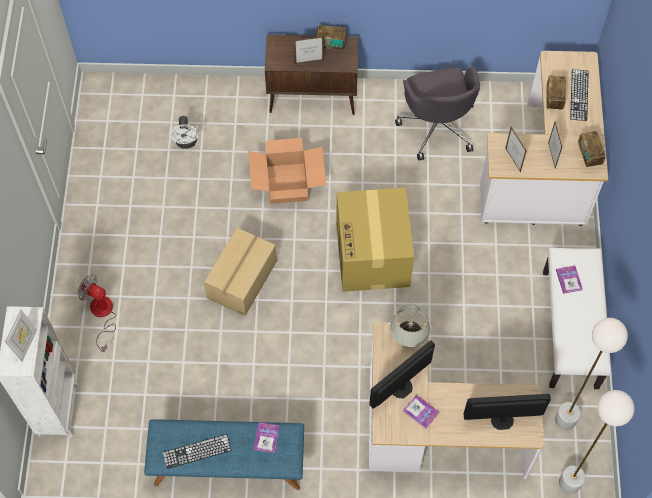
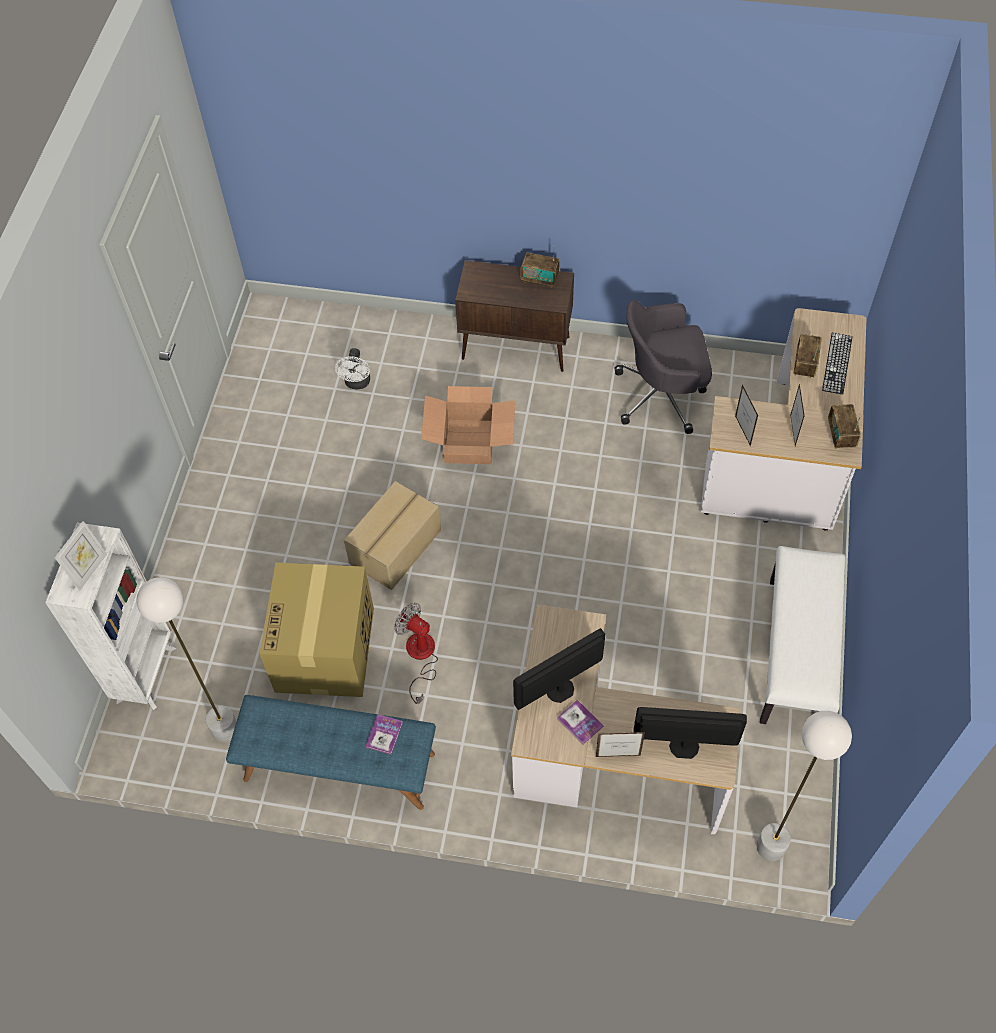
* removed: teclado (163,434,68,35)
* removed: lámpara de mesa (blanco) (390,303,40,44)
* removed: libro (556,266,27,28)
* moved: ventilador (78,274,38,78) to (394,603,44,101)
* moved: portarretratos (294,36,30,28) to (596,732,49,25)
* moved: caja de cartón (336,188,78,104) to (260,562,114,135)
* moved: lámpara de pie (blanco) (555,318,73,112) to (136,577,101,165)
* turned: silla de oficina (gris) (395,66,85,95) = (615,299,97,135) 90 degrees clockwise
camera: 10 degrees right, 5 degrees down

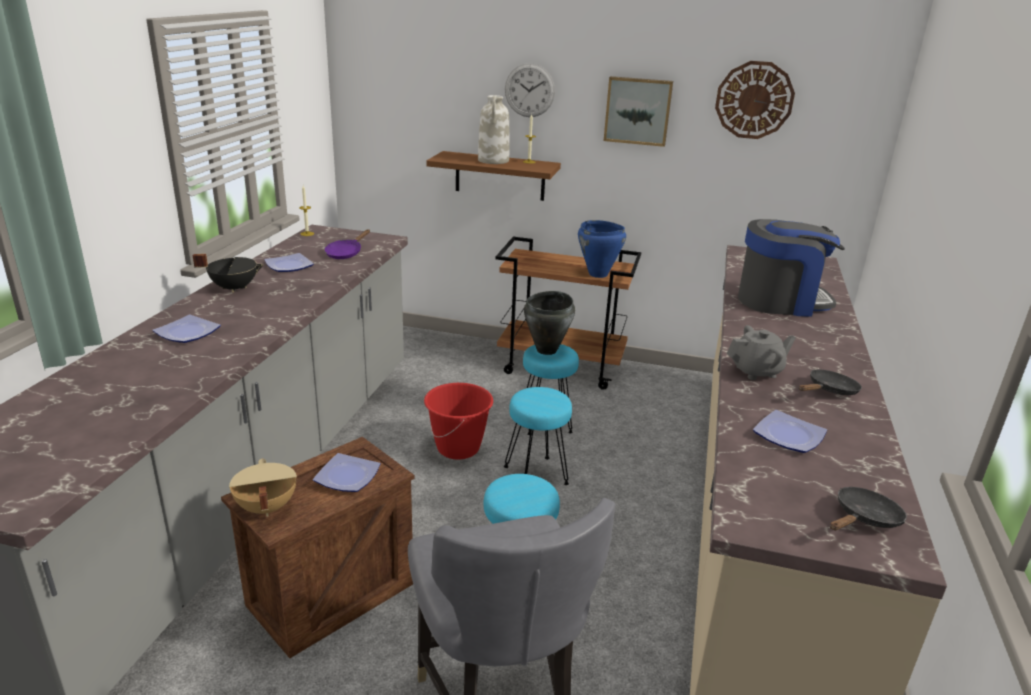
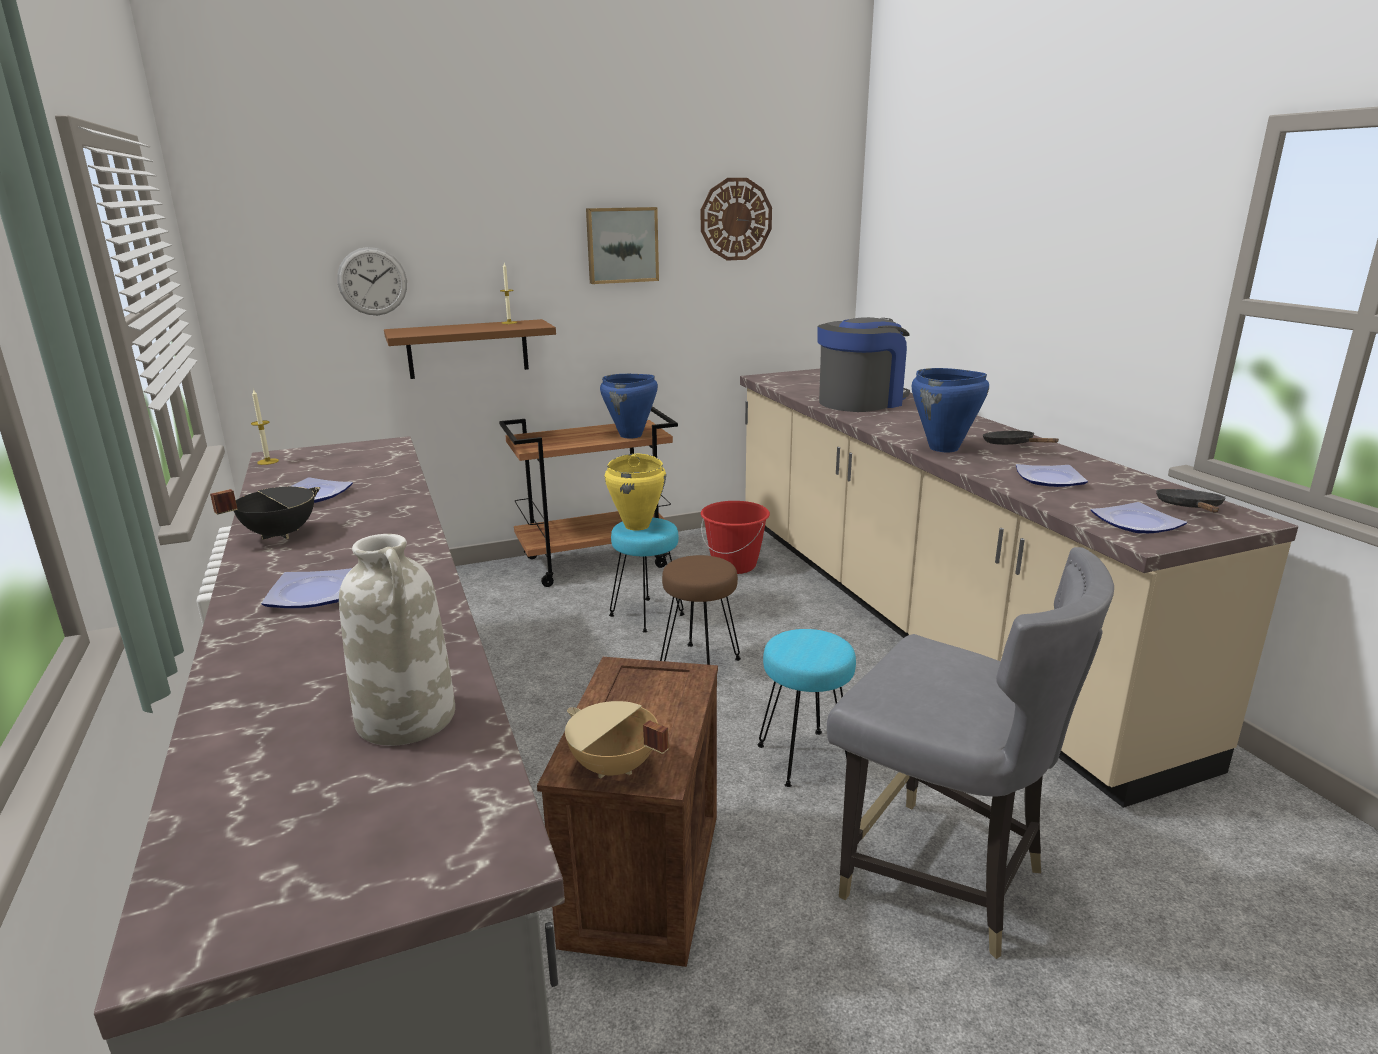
* removed: sartén (morado) (325,229,45,30)
* moved: plato (313,453,68,39) to (1091,502,96,31)
* moved: cubo (rojo) (424,383,69,76) to (701,501,69,73)
* moved: florero (blanco) (478,95,32,69) to (339,534,116,212)
* moved: reloj de pared (505,63,50,54) to (337,247,70,68)
* replaced: tetera (gris) (727,325,69,55) to olla (azul) (912,368,77,84)
* recoloured: taburete (turquesa) (504,387,68,98) to taburete (marrón) (660,555,81,110)
* recoloured: olla (negro) (524,291,51,64) to olla (amarillo) (605,454,61,77)
* turned: sartén (negro) (799,369,63,26) = (983,431,76,14) 45 degrees counterclockwise
camera: 35 degrees left, 5 degrees down

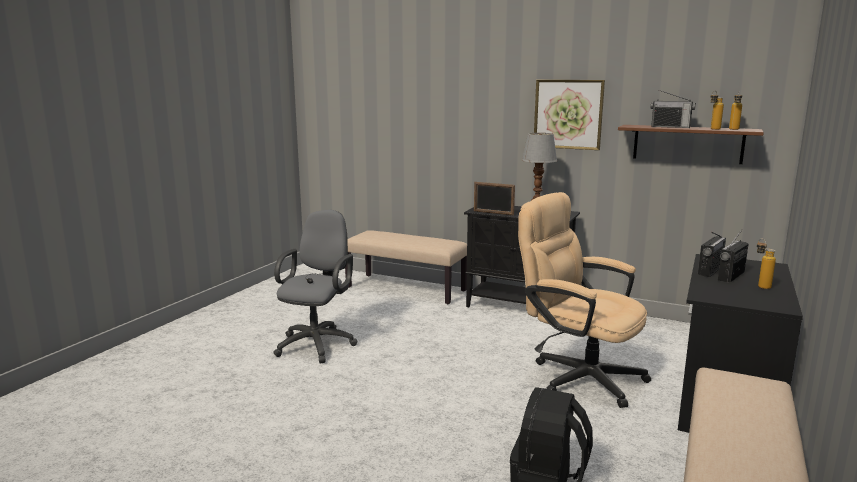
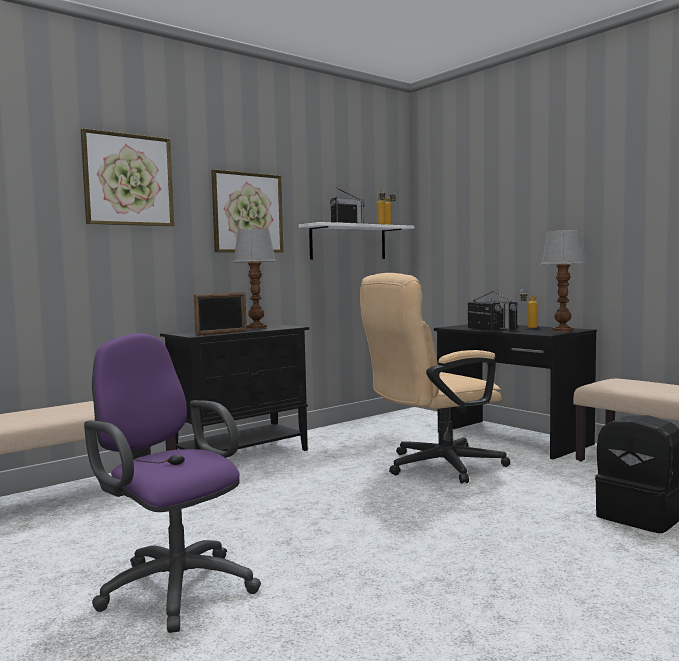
* added: cuadro (81,128,93,99)
* added: lámpara de mesa (541,230,45,102)
* recoloured: silla de oficina (gris) (273,210,84,153) to silla de oficina (morado) (84,333,177,300)
* recoloured: estante (marrón) (618,125,146,39) to estante (blanco) (299,222,115,37)
camera: 65 degrees left, 10 degrees down

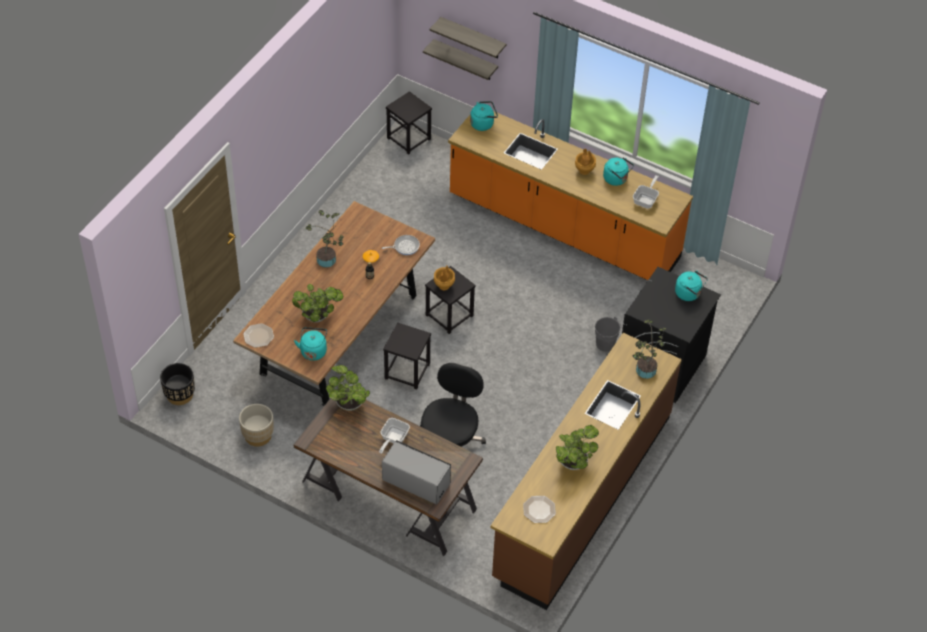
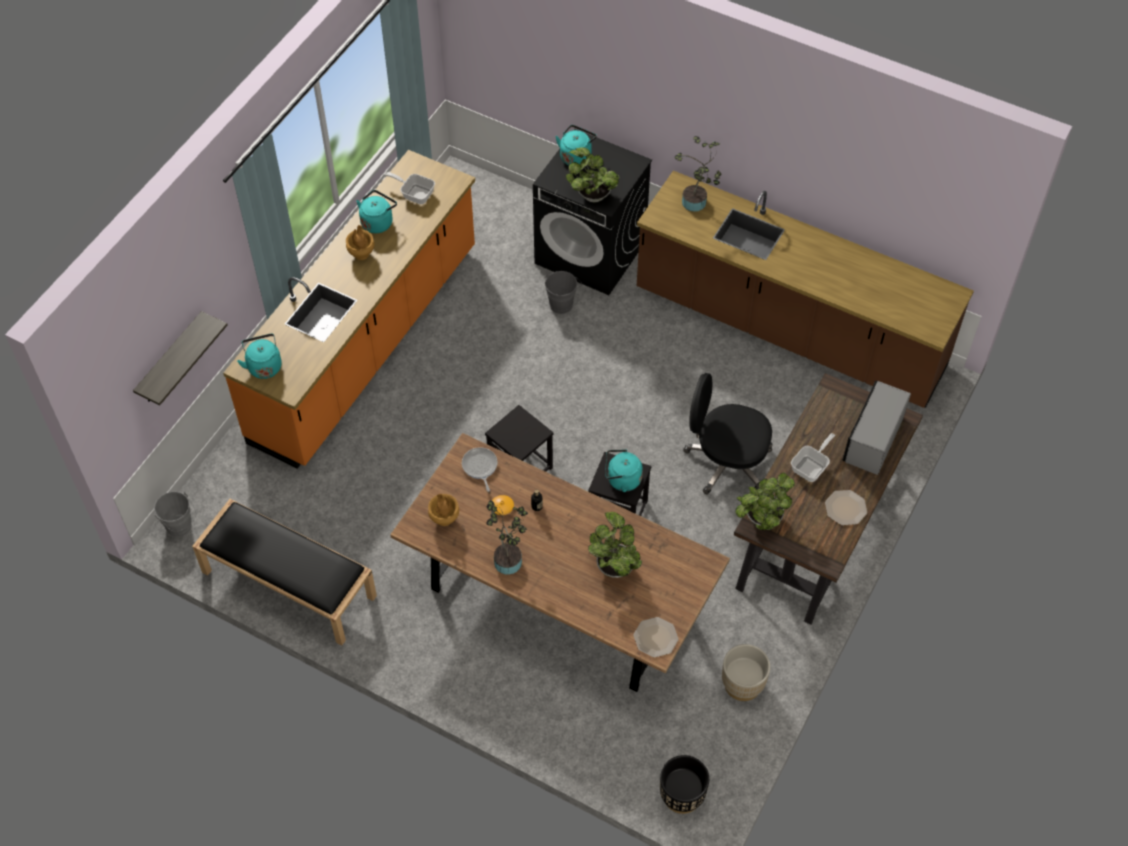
* removed: estante (430,17,77,42)
* added: banco (negro) (192,499,185,146)
* moved: hervidor (turquesa) (294,327,33,34) to (605,449,38,43)
* moved: florero (marrón) (434,265,21,25) to (428,494,31,32)
* moved: plato (523,496,33,27) to (825,490,42,35)
* moved: planta en maceta (556,425,43,45) to (566,147,53,55)
* replaced: taburete (negro) (386,91,46,64) to cubo (gris) (154,492,42,45)
* turned: sartén (379,418,31,36) = (791,433,44,49) 75 degrees counterclockwise
camera: 90 degrees left, 5 degrees up

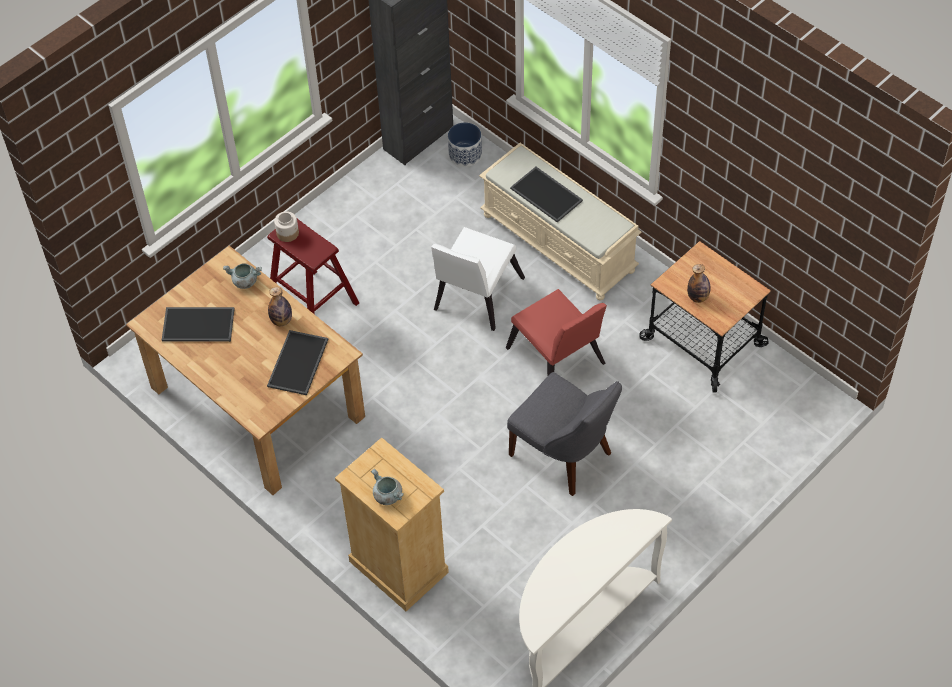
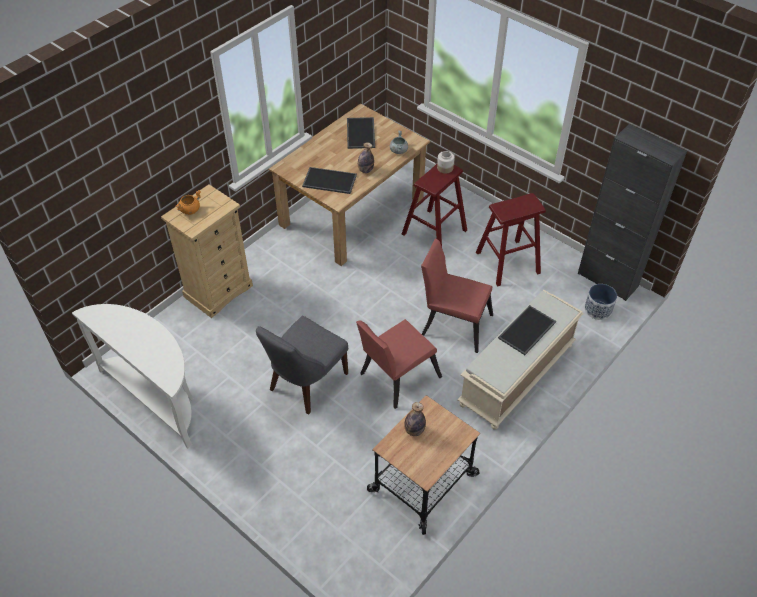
* added: taburete (rojo) (476,193,70,94)
* recoloured: olla (gris) (371,469,33,36) to olla (naranja) (176,190,25,25)
* recoloured: silla (blanco) (431,227,94,104) to silla (rojo) (421,239,72,114)
camera: 85 degrees right, 5 degrees down

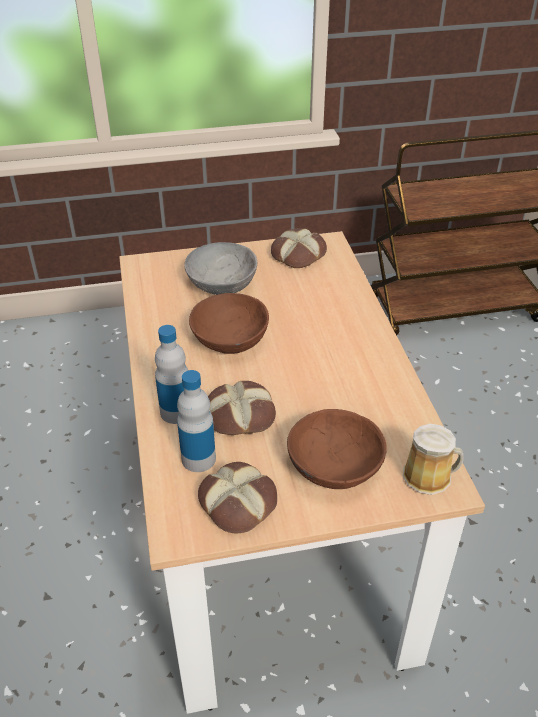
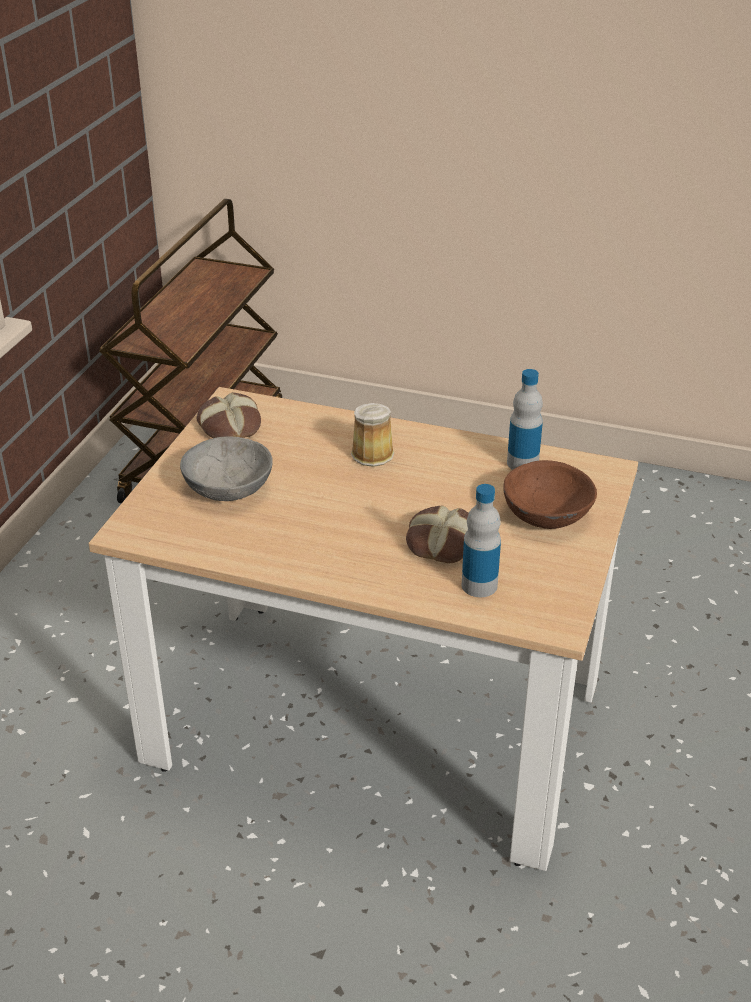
* removed: cuenco (marrón) (189,293,80,61)
* removed: pan (198,462,79,71)
* moved: botella (155,325,33,99) to (507,369,36,101)
* moved: taza grande (403,424,61,71) to (351,403,44,64)
camera: 60 degrees left, 5 degrees down

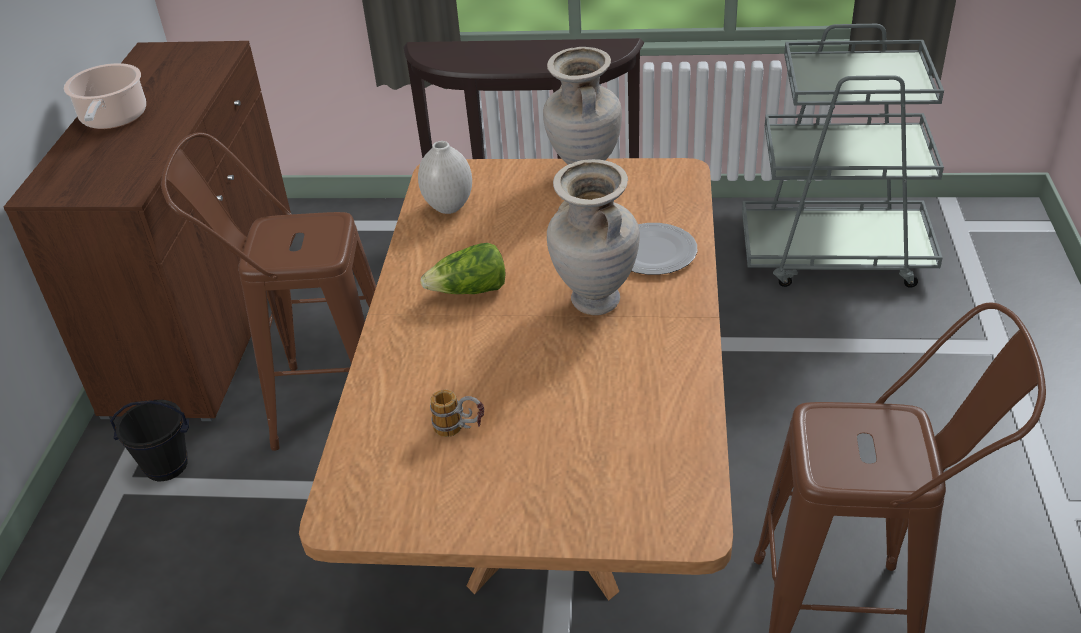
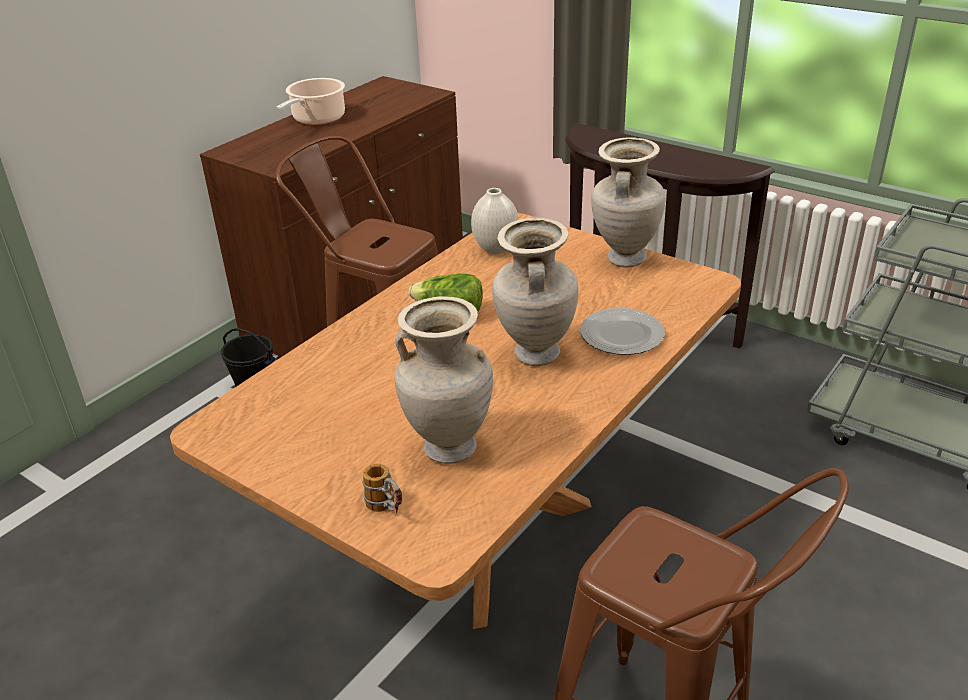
* added: florero (beis) (395,296,98,168)
* moved: taza grande (430,390,54,47) to (362,463,40,50)
camera: 30 degrees right, 5 degrees down

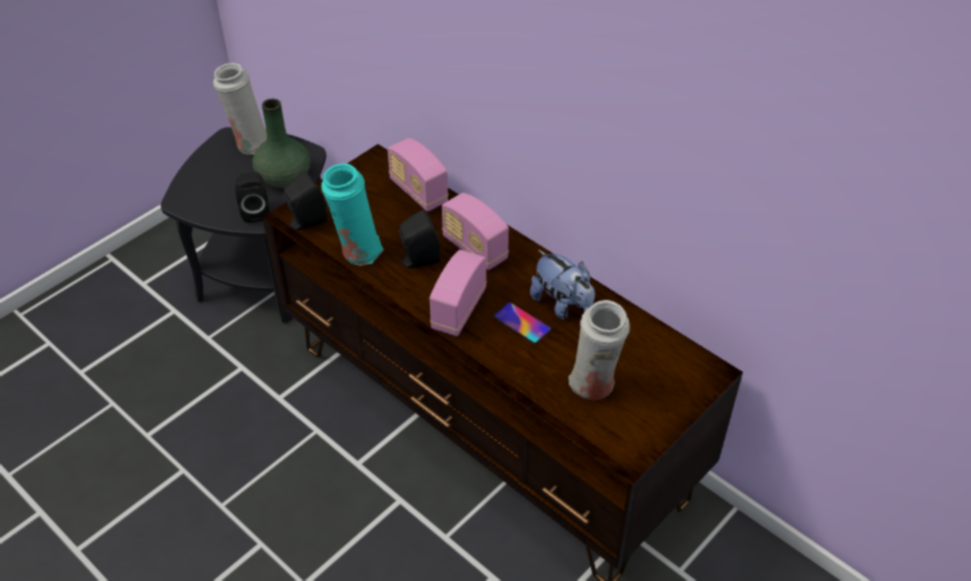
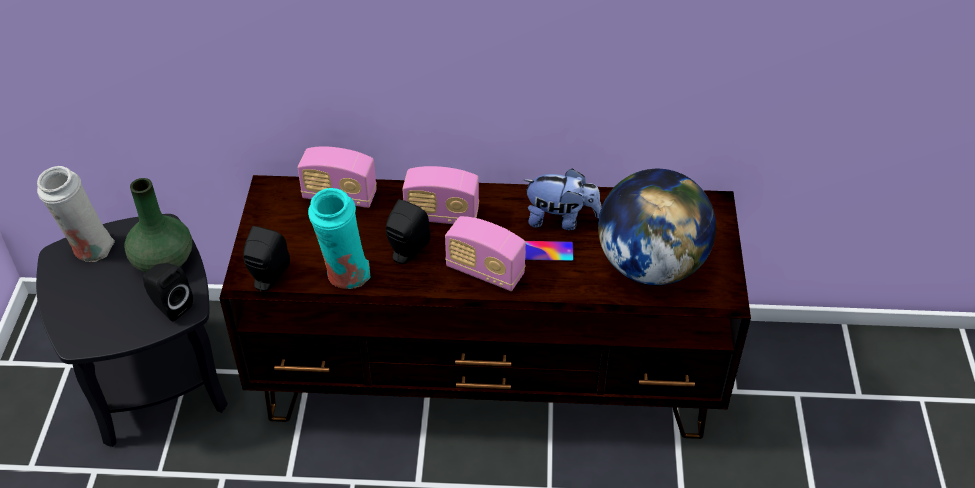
* replaced: florero (blanco) (568,300,62,100) to globo terráqueo (598,169,118,117)
* turned: radio (430,250,57,86) = (445,216,81,75) 45 degrees counterclockwise
camera: 40 degrees left, 0 degrees up

